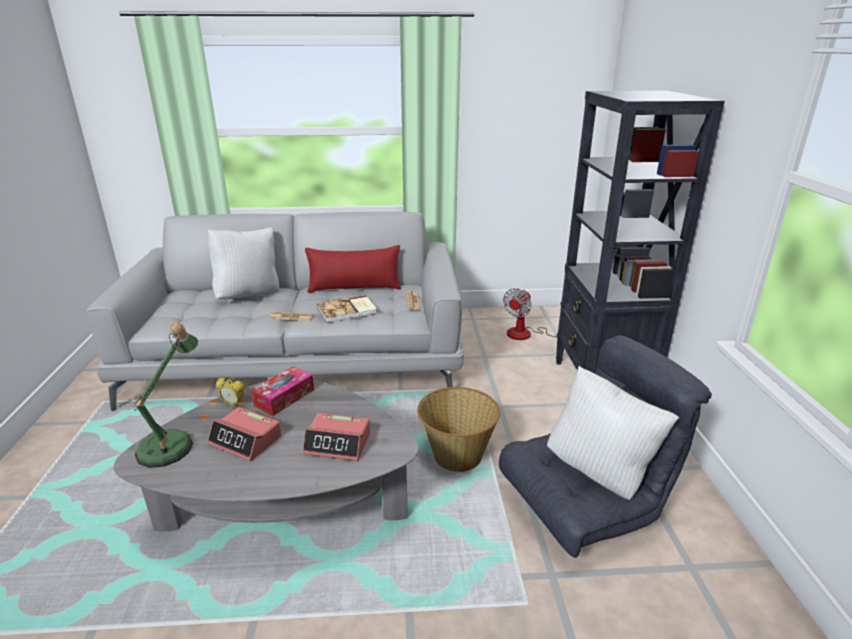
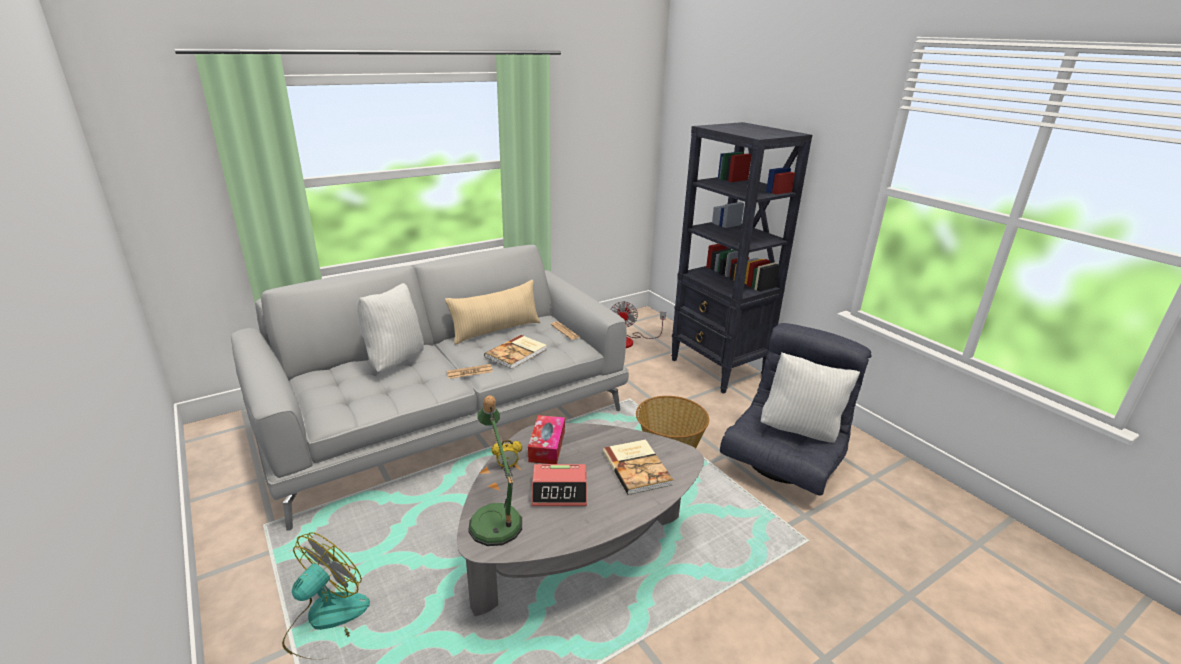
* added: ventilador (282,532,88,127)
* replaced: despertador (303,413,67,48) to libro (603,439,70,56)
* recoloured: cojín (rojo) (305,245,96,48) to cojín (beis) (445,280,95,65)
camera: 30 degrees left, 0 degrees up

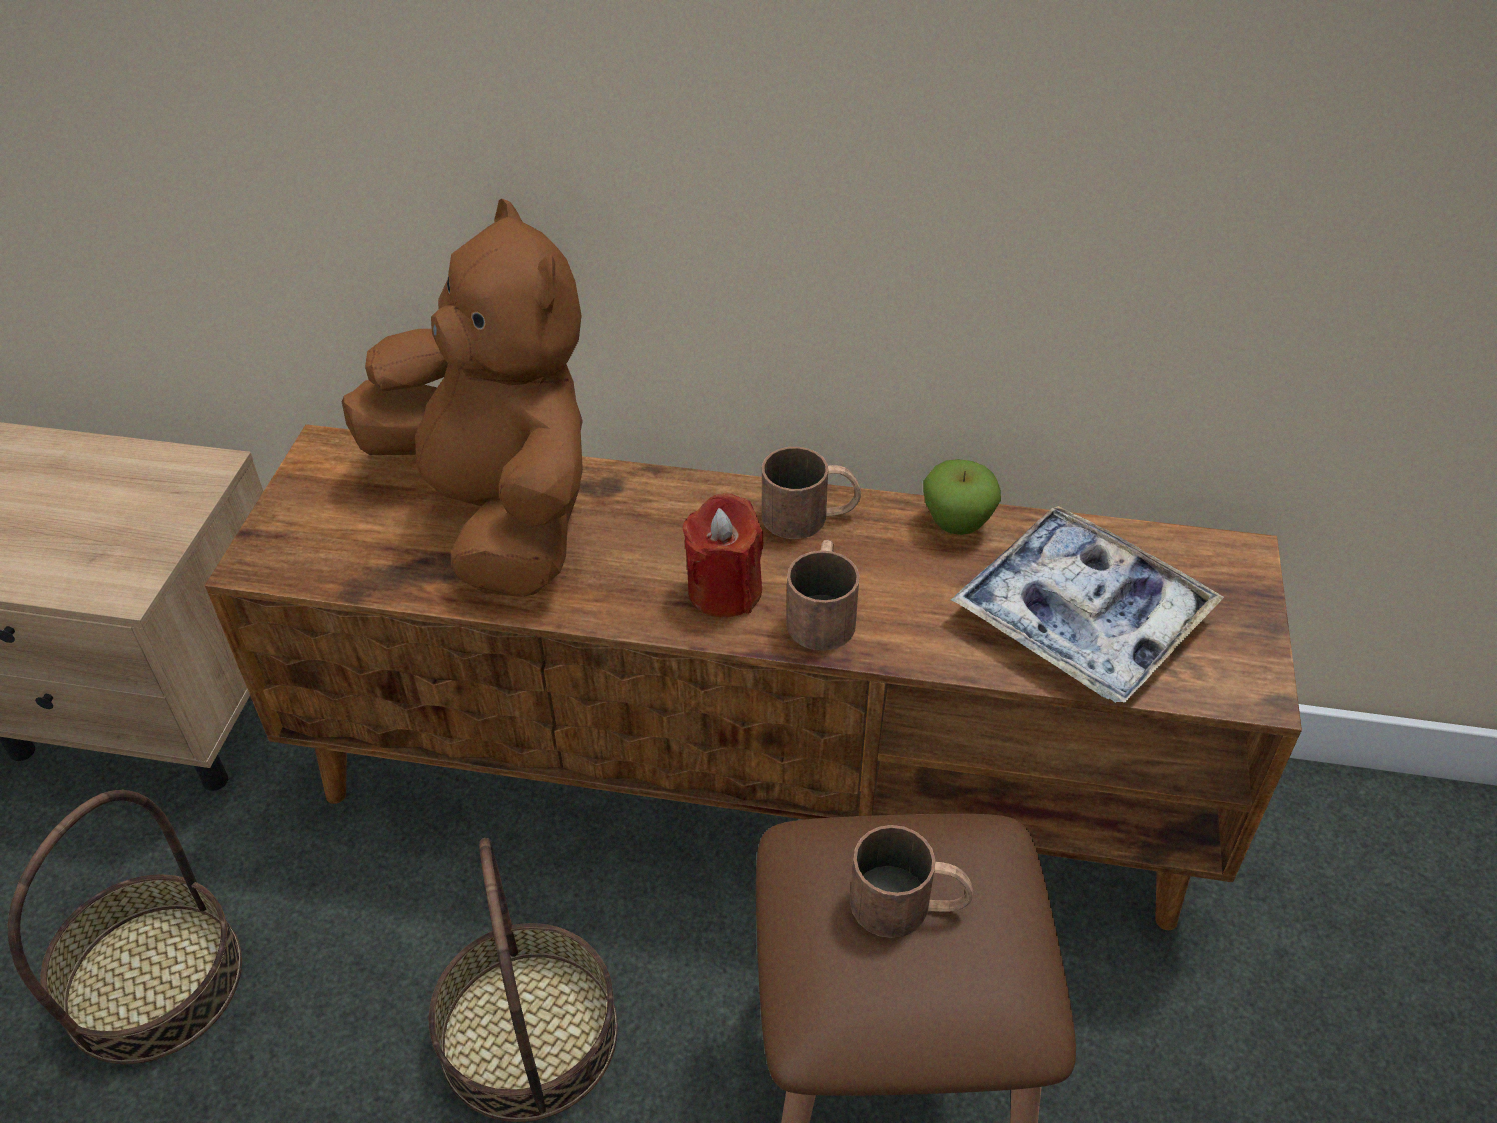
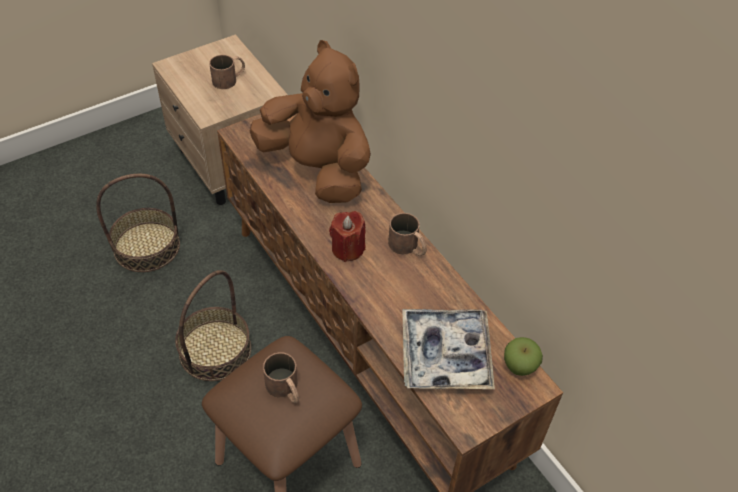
* moved: taza grande (marrón) (786,540,73,111) to (209,55,36,34)
* moved: manzana (923,459,78,76) to (504,337,39,39)
* turned: peluche (marrón) (342,199,241,398) = (250,40,121,163) 60 degrees counterclockwise
camera: 45 degrees right, 5 degrees up

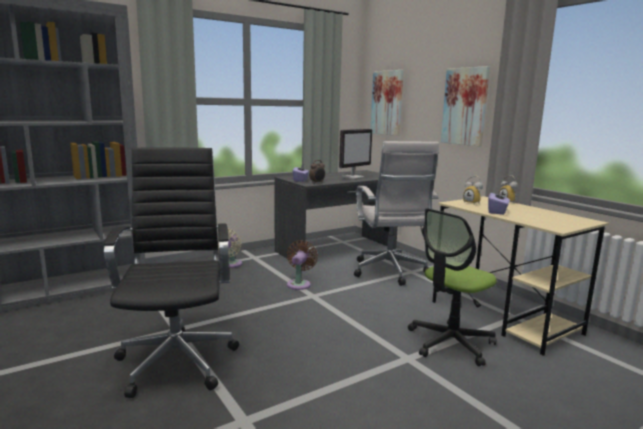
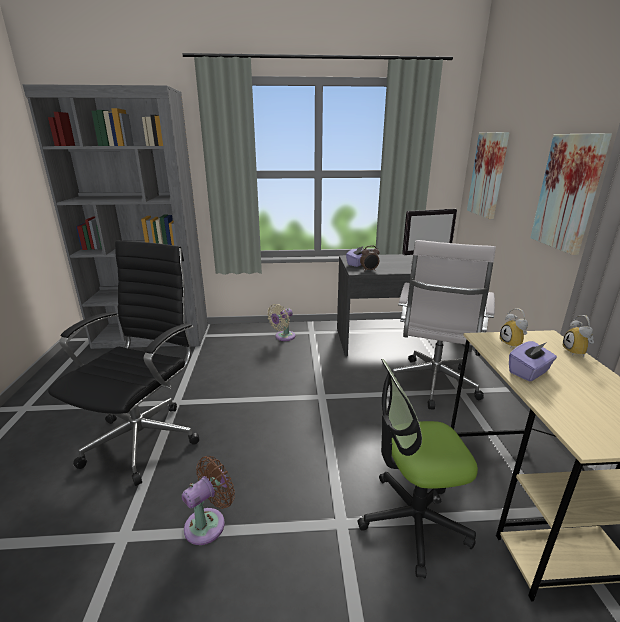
* moved: ventilador (marrón) (287,240,31,50) to (182,456,53,89)
camera: 30 degrees right, 10 degrees up

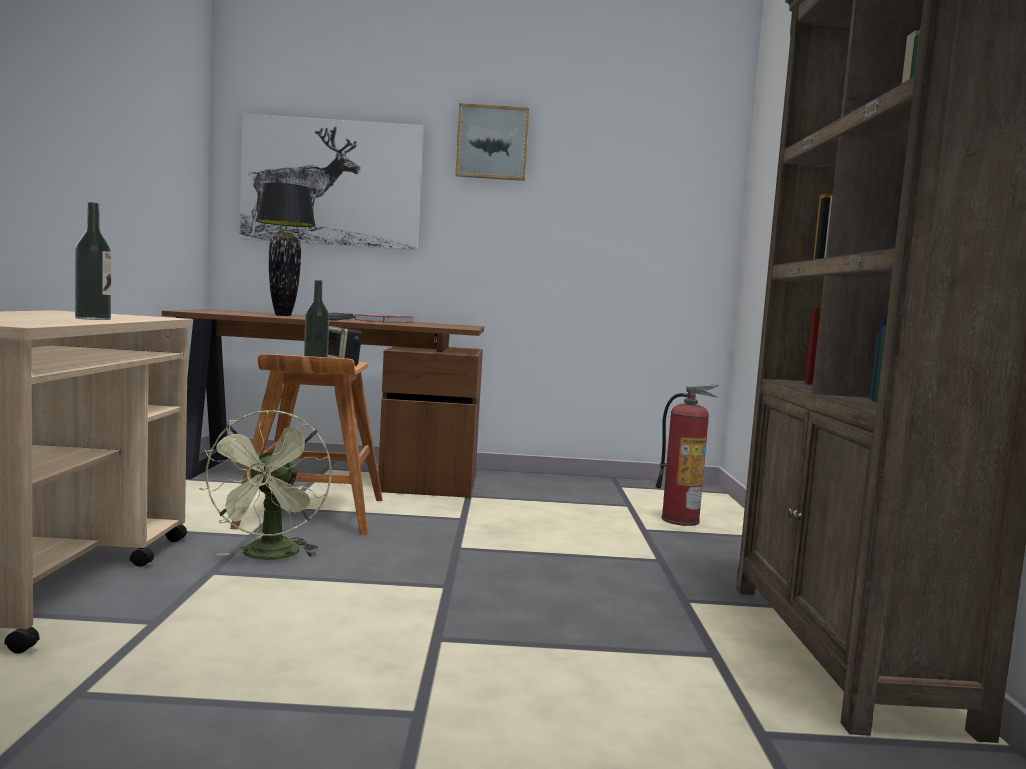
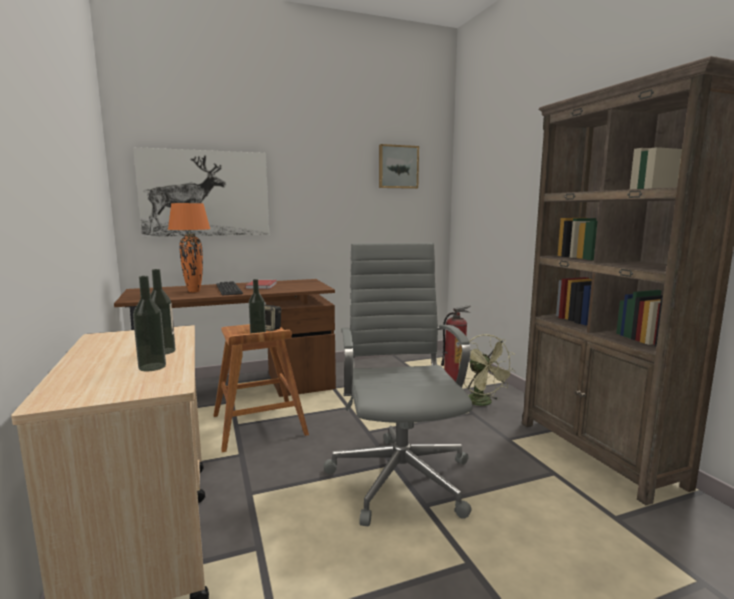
* added: botella (133,276,33,95)
* added: silla de oficina (gris) (324,243,149,283)
* moved: ventilador (verde) (199,410,133,150) to (459,334,56,72)
* moved: cuadro (456,103,73,78) to (379,144,40,45)
* recoloured: lámpara de mesa (negro) (255,183,61,133) to lámpara de mesa (naranja) (168,203,42,89)
camera: 20 degrees left, 5 degrees up

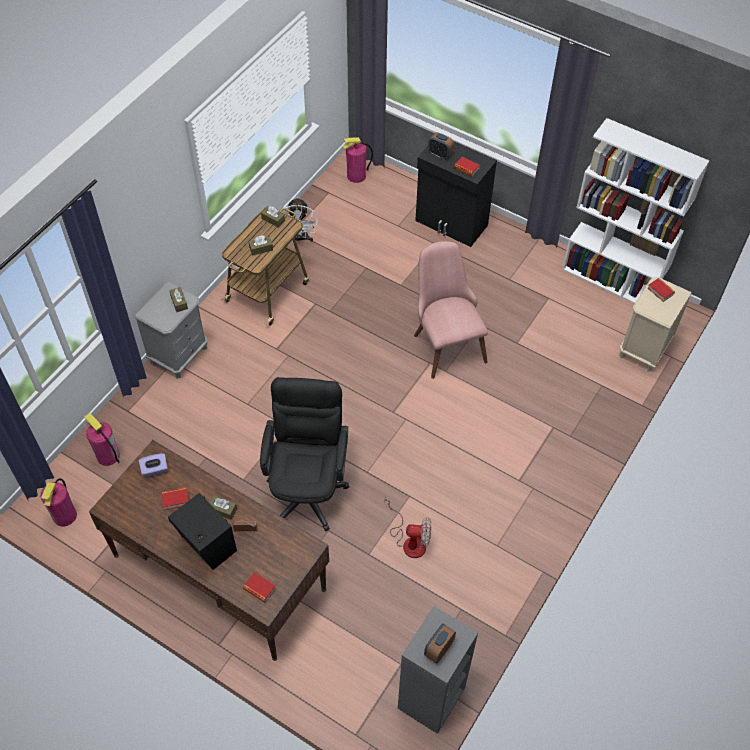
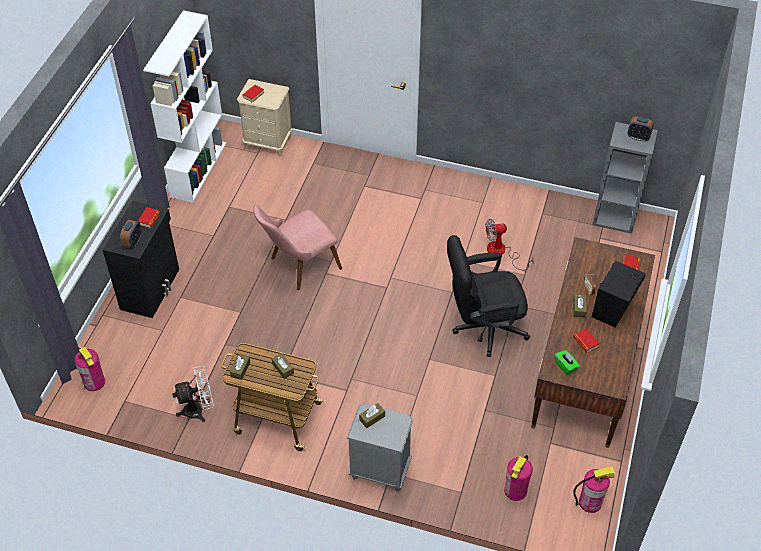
* recoloured: caja de pañuelos (morado) (139,453,29,24) to caja de pañuelos (verde) (554,350,26,25)
* turned: ventilador (384,499,47,59) = (486,219,48,51) 90 degrees counterclockwise
camera: 105 degrees left, 5 degrees down

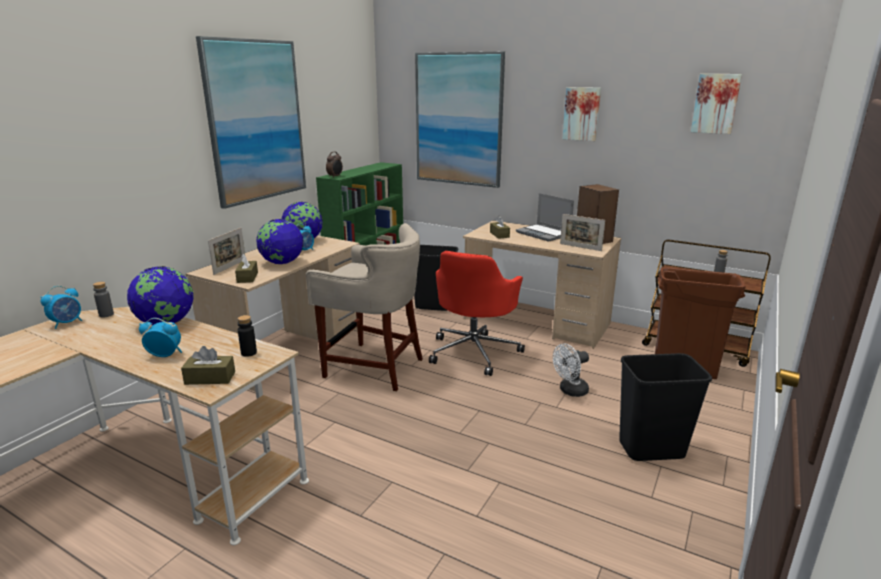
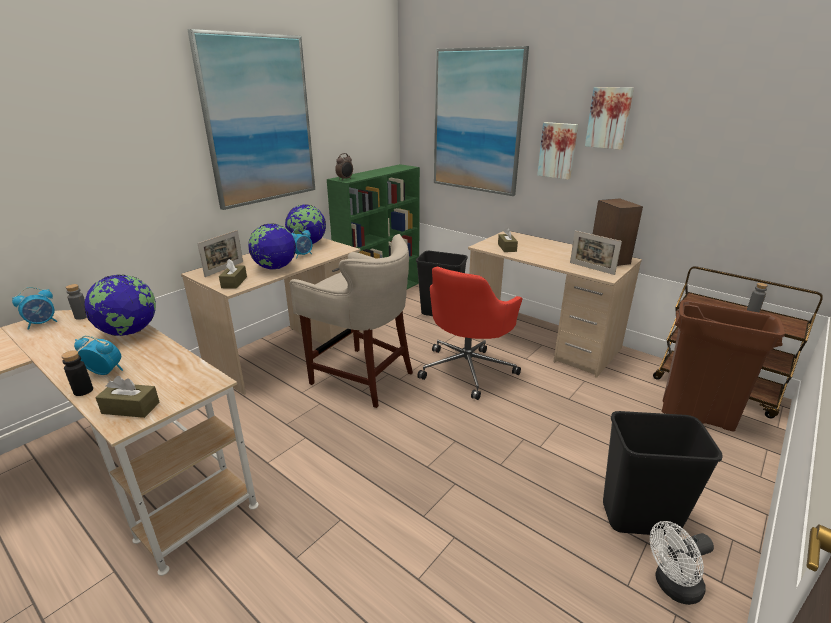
* removed: portátil (516,193,58,49)
* moved: botella (negro) (238,315,19,42) to (61,350,32,46)
* moved: ventilador (blanco) (553,344,36,53) to (650,521,64,84)
* moved: cuadro (691,74,51,60) to (537,122,41,58)
camera: 10 degrees right, 5 degrees up

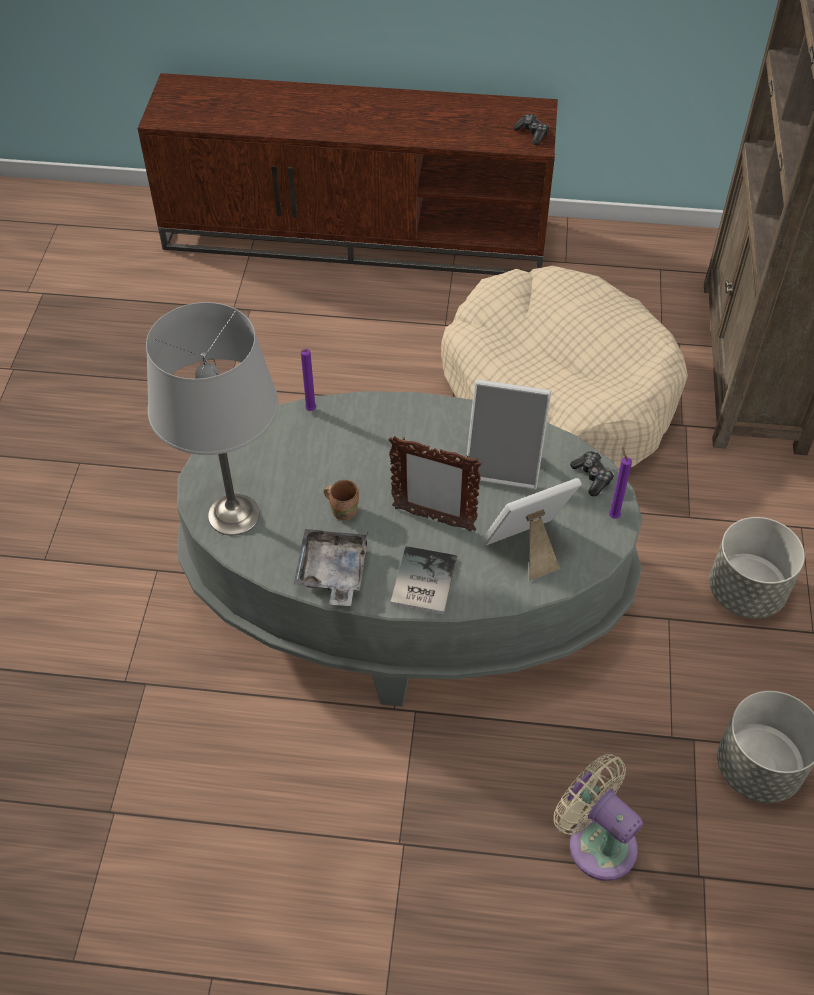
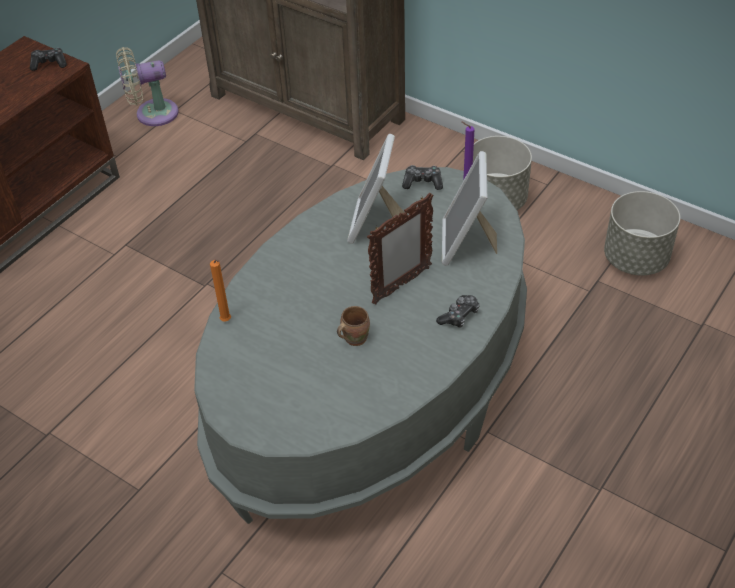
* removed: lámpara de mesa (gris) (146,302,132,233)
* removed: bandeja (gris) (294,529,74,77)
* removed: cama para perro (beis) (441,266,247,203)
* moved: ventilador (beis) (554,754,89,127) to (116,47,63,79)
* replaced: libro (391,546,66,68) to mando de consola (436,295,44,33)
* recoloured: vela (morado) (301,349,15,62) to vela (naranja) (210,259,21,63)
* turned: portarretratos (467,379,84,111) = (347,134,57,110) 150 degrees clockwise
camera: 60 degrees left, 5 degrees down

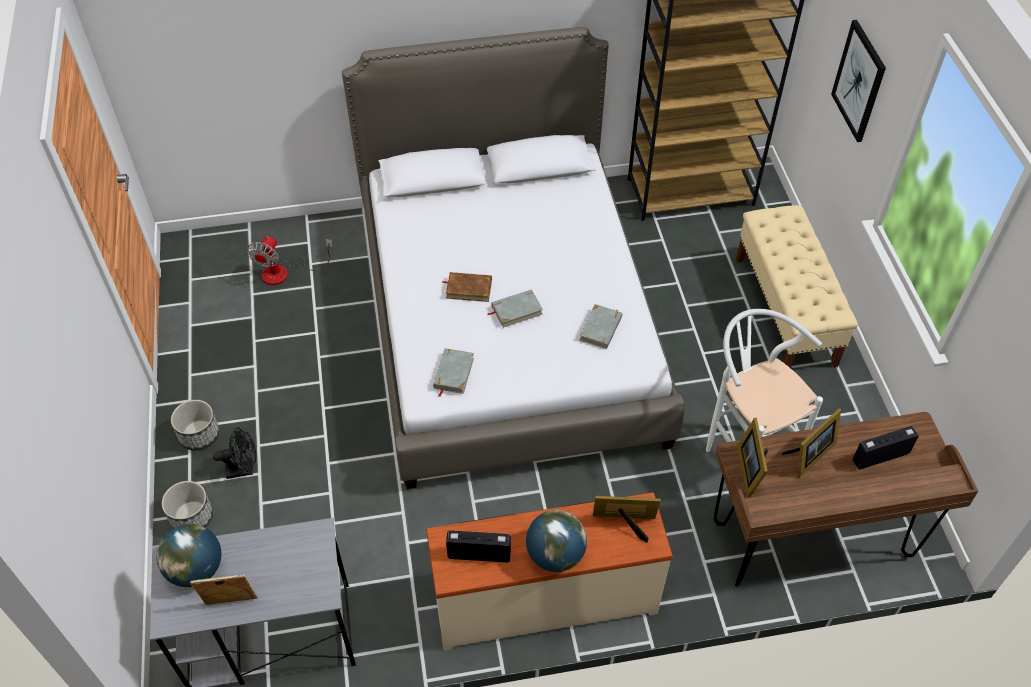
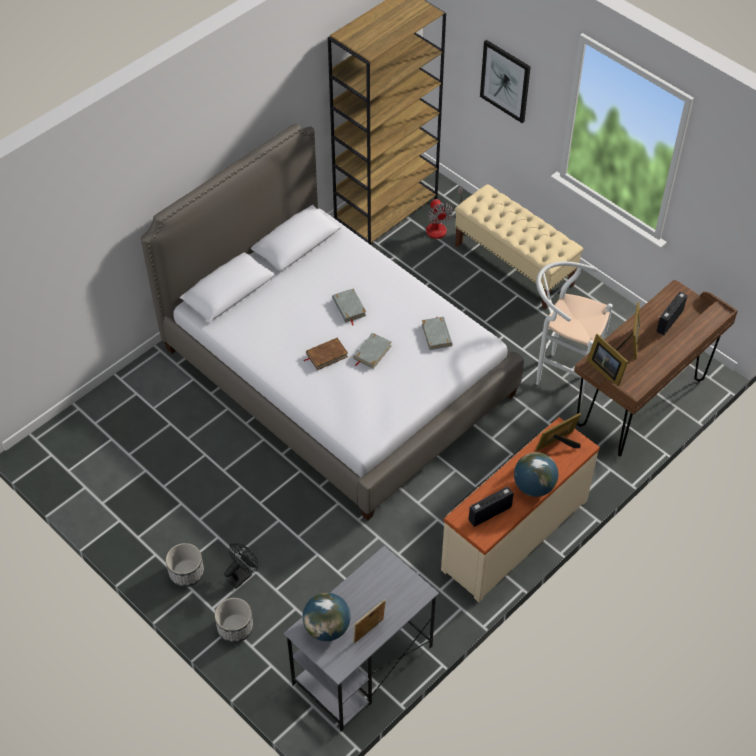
* moved: ventilador (247,236,86,49) to (426,187,37,52)
* moved: libro (gris) (433,348,41,48) to (332,288,34,37)
camera: 35 degrees left, 0 degrees up

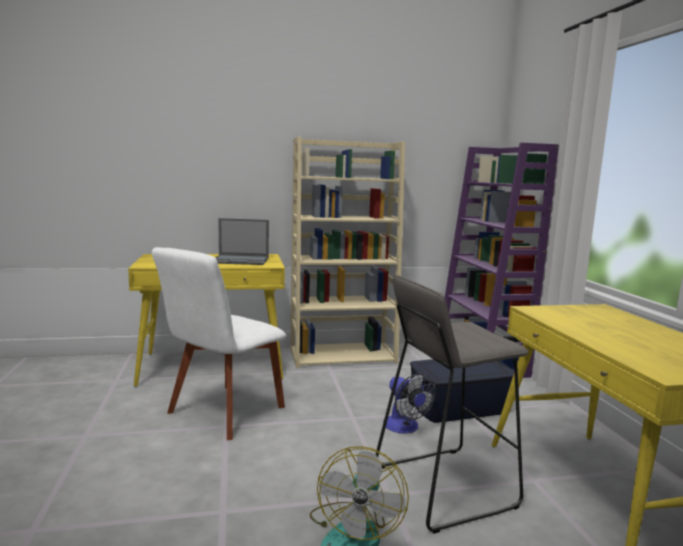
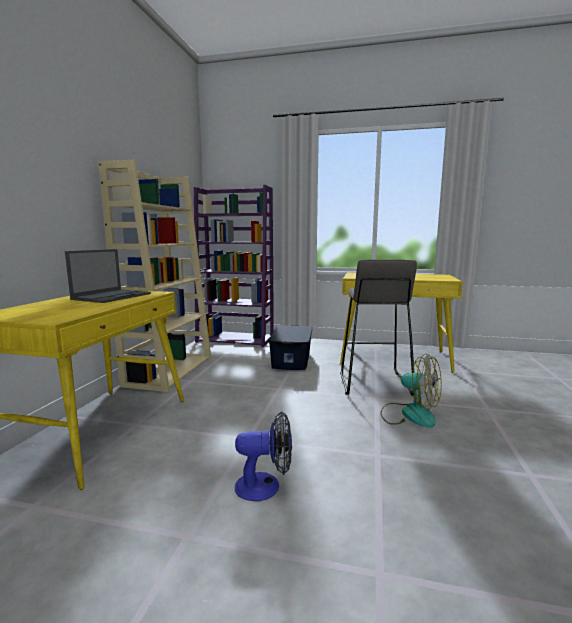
* removed: silla (blanco) (152,247,135,193)
* moved: ventilador (383,373,53,61) to (235,411,57,90)
camera: 65 degrees left, 0 degrees up

